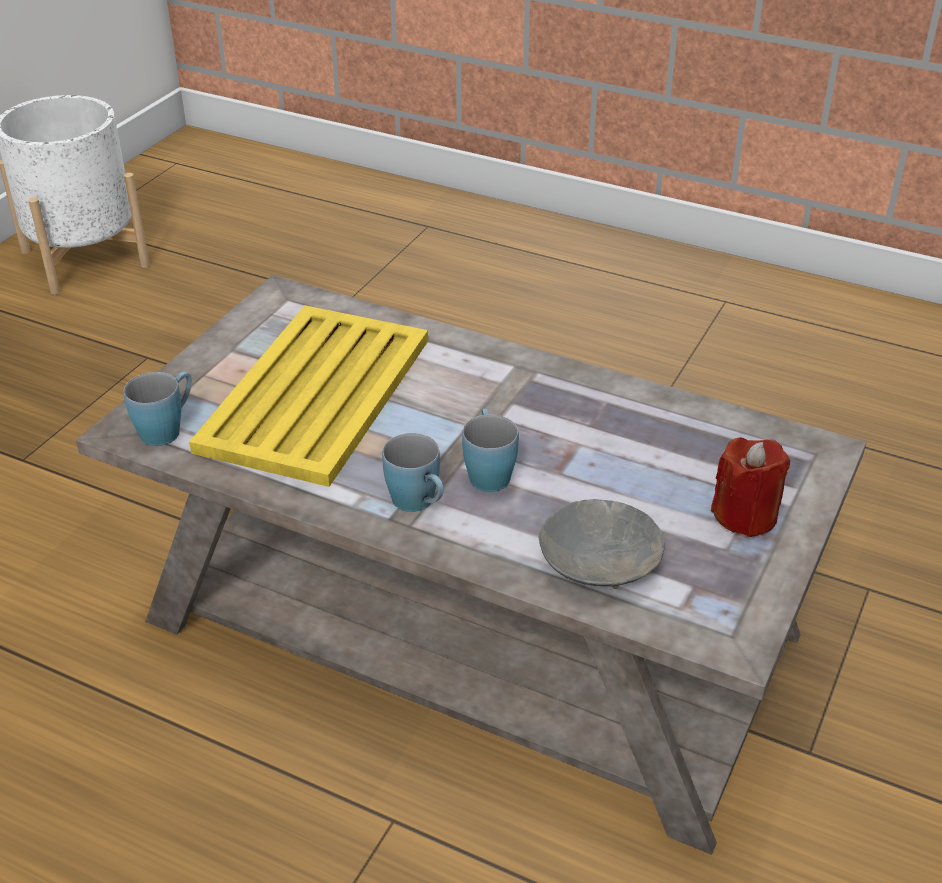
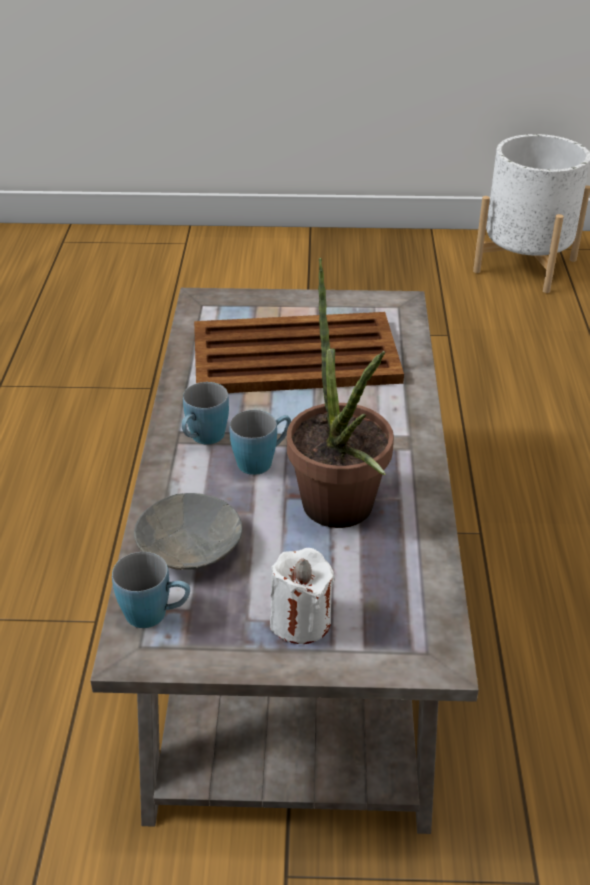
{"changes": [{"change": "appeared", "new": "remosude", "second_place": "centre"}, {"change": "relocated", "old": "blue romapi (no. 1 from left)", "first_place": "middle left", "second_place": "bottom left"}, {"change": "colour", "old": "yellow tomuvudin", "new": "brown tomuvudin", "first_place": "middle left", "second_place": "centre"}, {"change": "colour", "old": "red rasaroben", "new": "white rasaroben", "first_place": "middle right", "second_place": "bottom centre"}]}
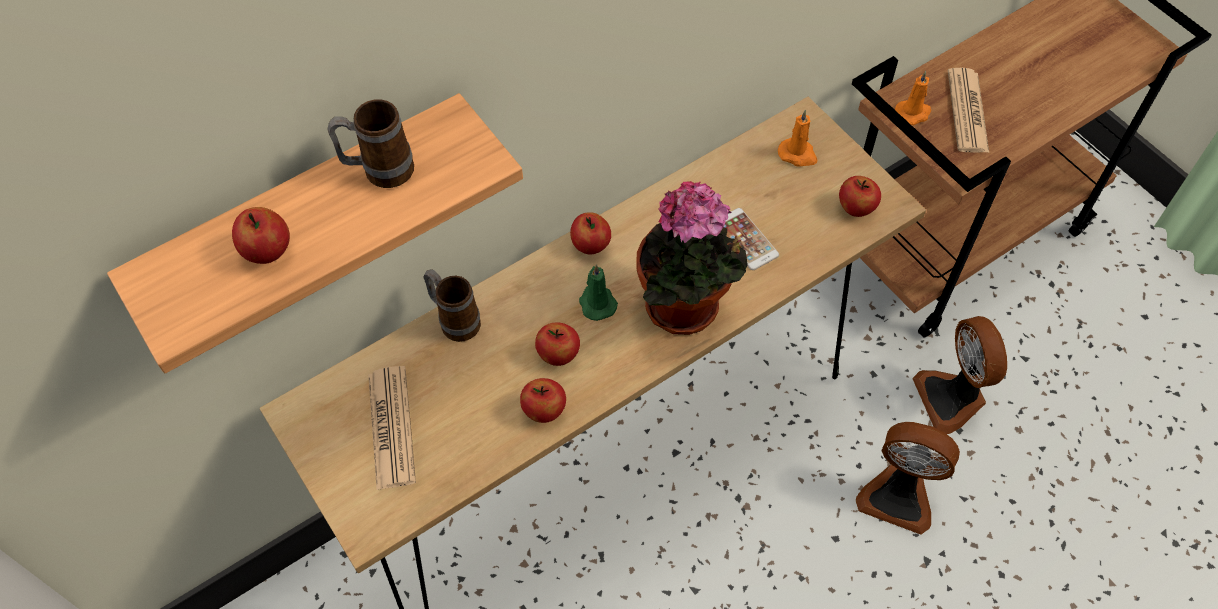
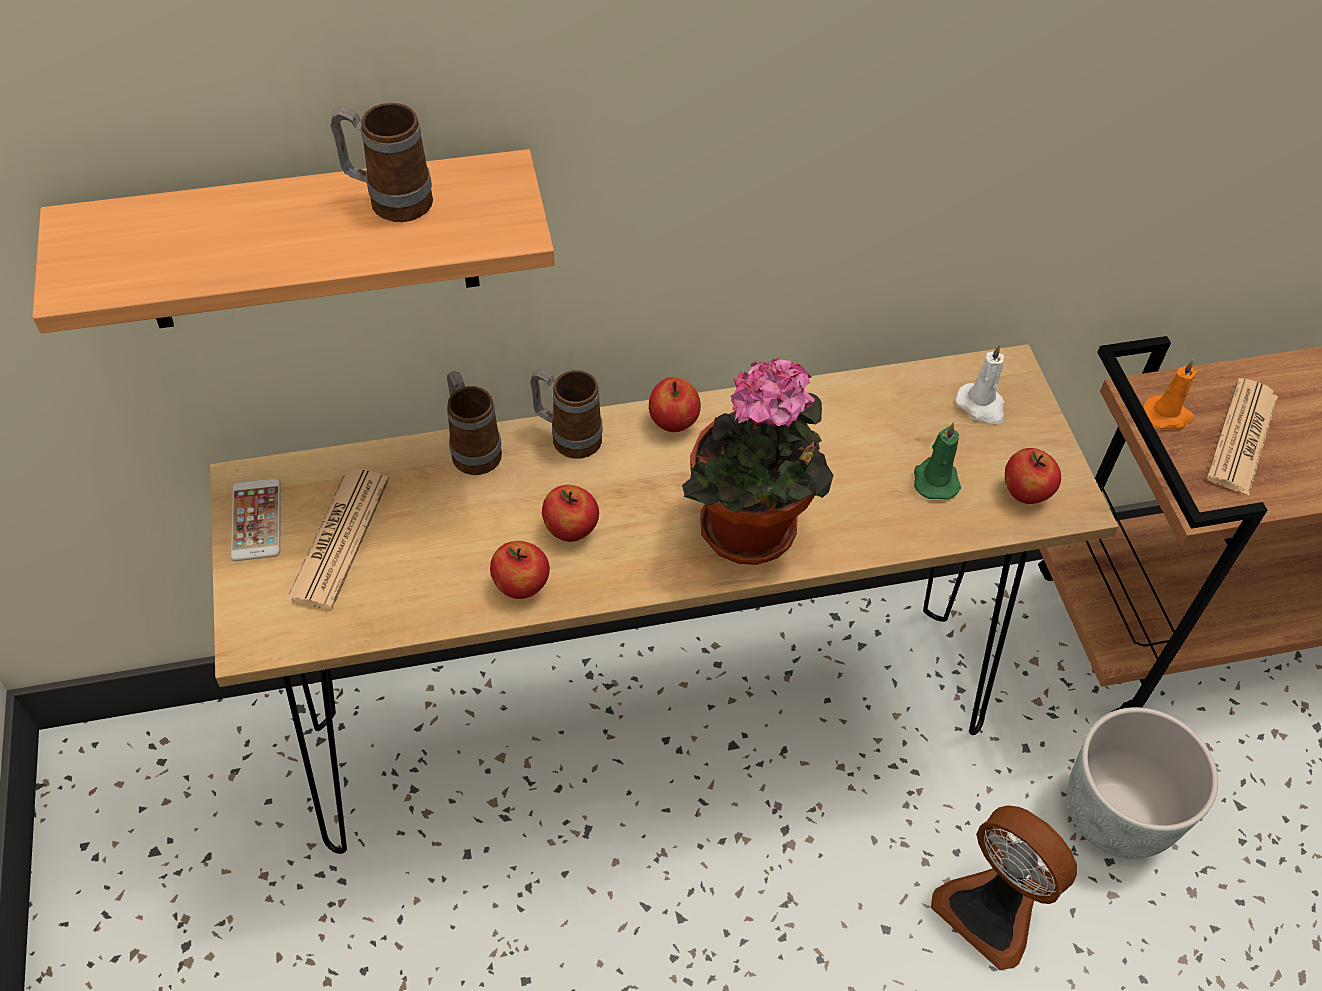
{"changes": [{"change": "missing", "old": "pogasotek (no. 1 from left)", "first_place": "middle left"}, {"change": "appeared", "new": "romapi (no. 3 from left)", "second_place": "centre"}, {"change": "relocated", "old": "green rasaroben", "first_place": "centre", "second_place": "middle right"}, {"change": "relocated", "old": "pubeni", "first_place": "centre", "second_place": "middle left"}, {"change": "exchanged", "old": "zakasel (no. 2 from left)", "new": "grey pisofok", "first_place": "middle right", "second_place": "bottom right"}, {"change": "colour", "old": "orange rasaroben (no. 1 from left)", "new": "white rasaroben", "first_place": "top centre", "second_place": "middle right"}]}
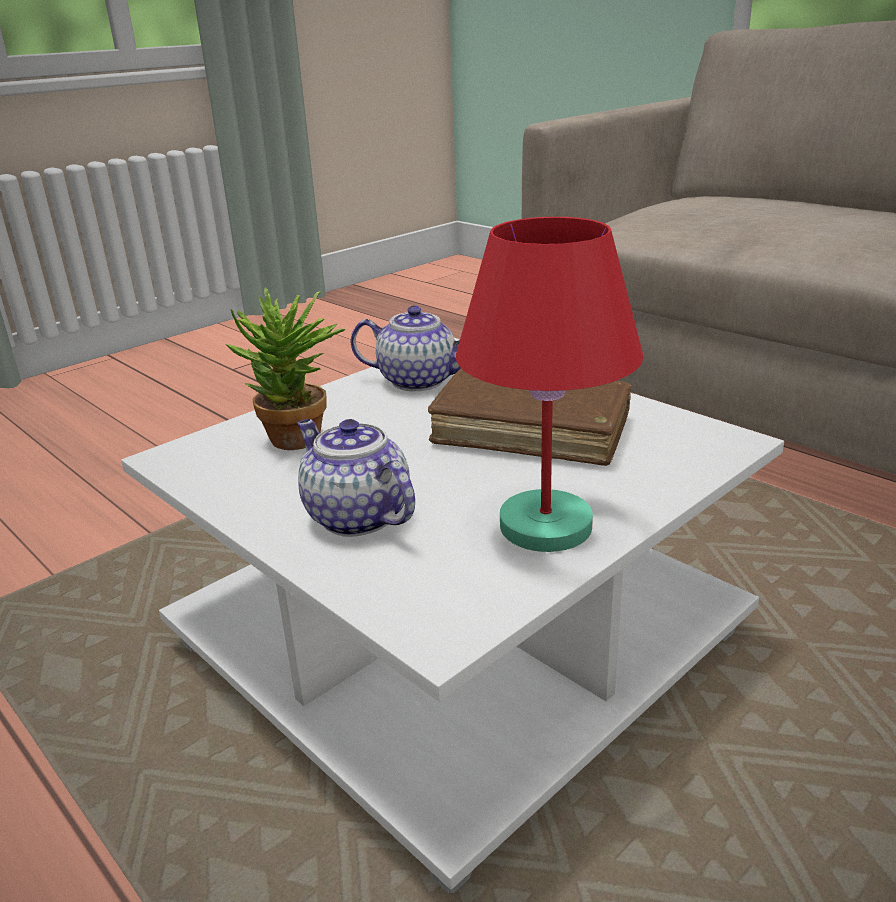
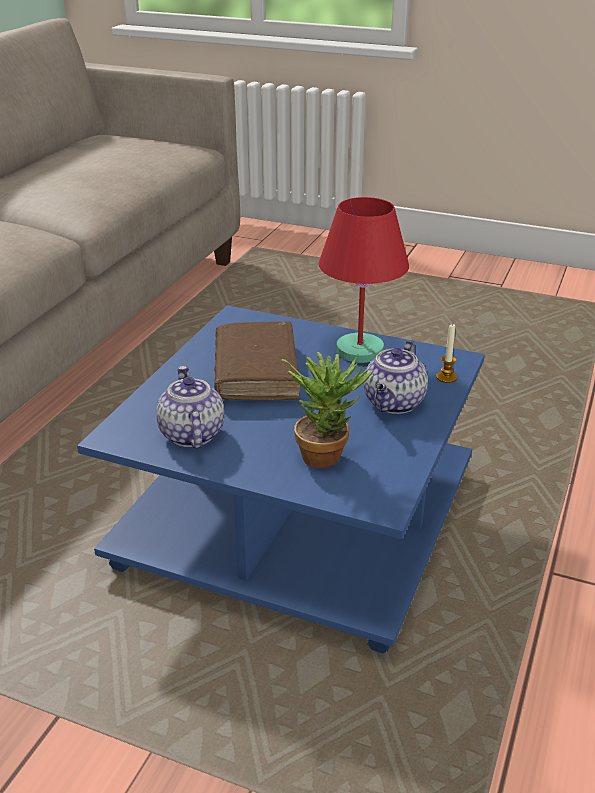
{"changes": [{"change": "appeared", "new": "rasaroben", "second_place": "middle right"}, {"change": "colour", "old": "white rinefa", "new": "blue rinefa", "first_place": "bottom centre", "second_place": "centre"}]}
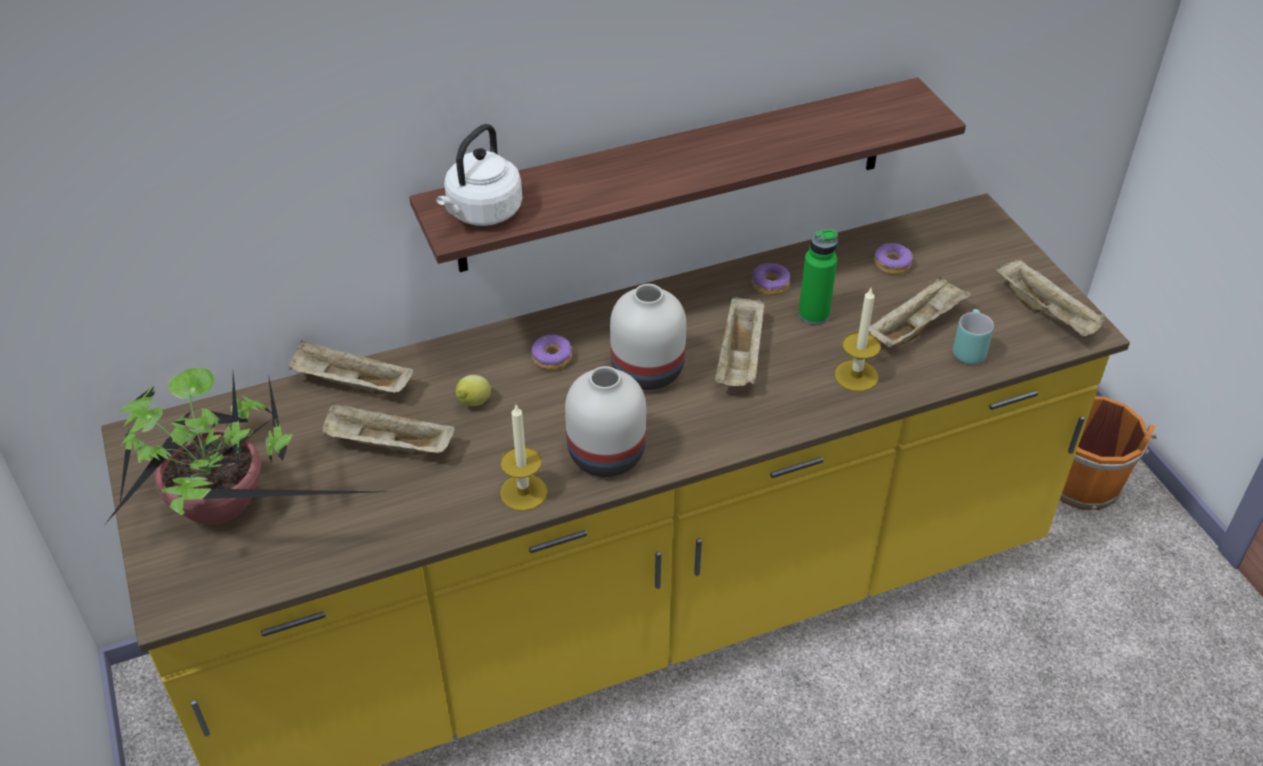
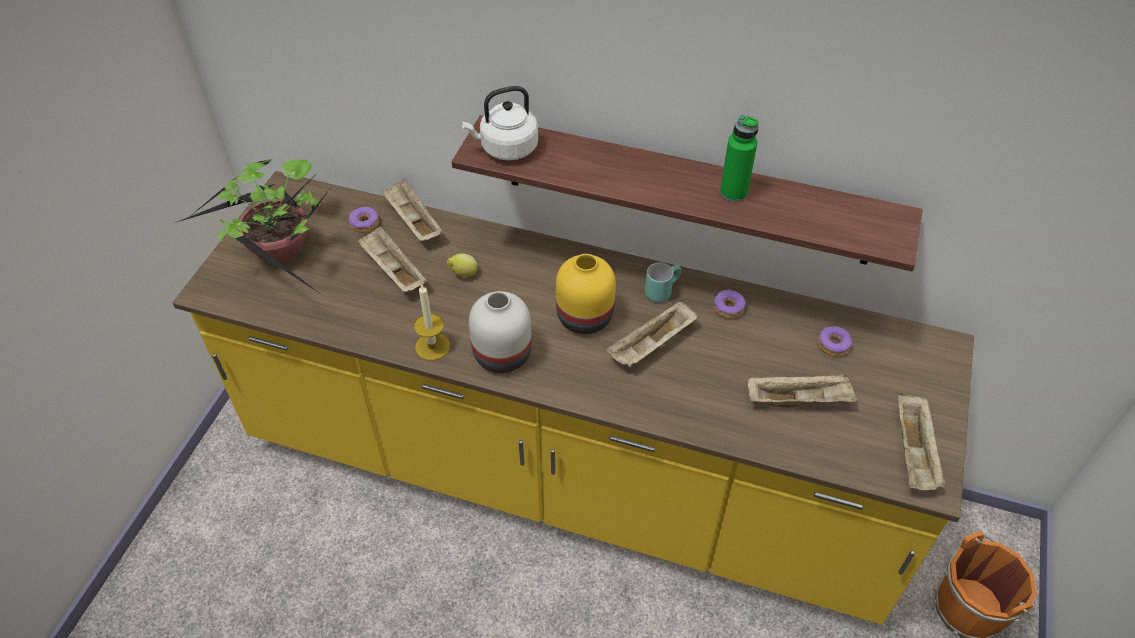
{"changes": [{"change": "missing", "old": "rasaroben (no. 2 from left)", "first_place": "middle right"}, {"change": "relocated", "old": "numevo (no. 1 from left)", "first_place": "centre", "second_place": "middle left"}, {"change": "relocated", "old": "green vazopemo", "first_place": "centre", "second_place": "top centre"}, {"change": "relocated", "old": "turquoise romapi", "first_place": "middle right", "second_place": "centre"}, {"change": "colour", "old": "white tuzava (no. 2 from left)", "new": "yellow tuzava", "first_place": "centre", "second_place": "centre"}]}
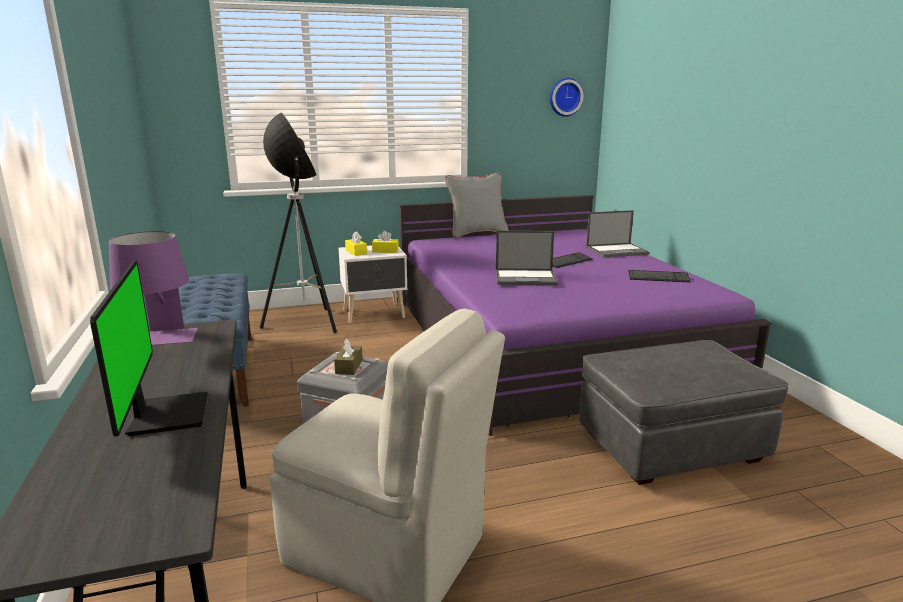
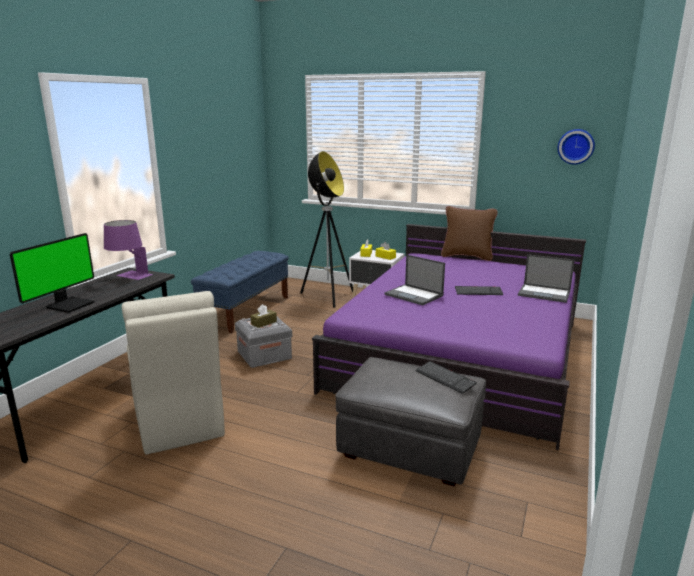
{"changes": [{"change": "relocated", "old": "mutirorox (no. 2 from left in the first image)", "new": "mutirorox (no. 1 from left)", "first_place": "middle right", "second_place": "centre"}, {"change": "colour", "old": "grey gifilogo", "new": "brown gifilogo", "first_place": "centre", "second_place": "middle right"}]}
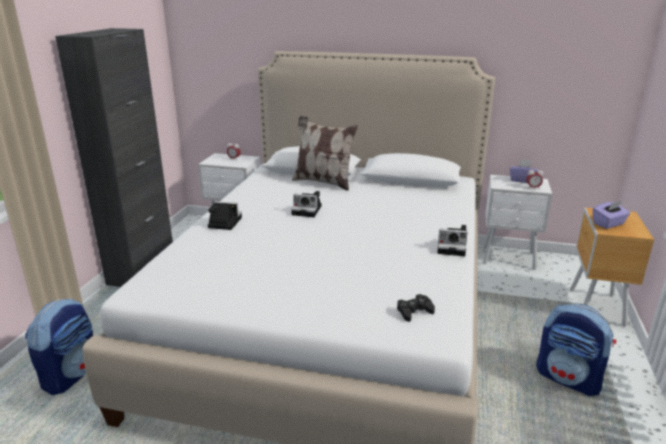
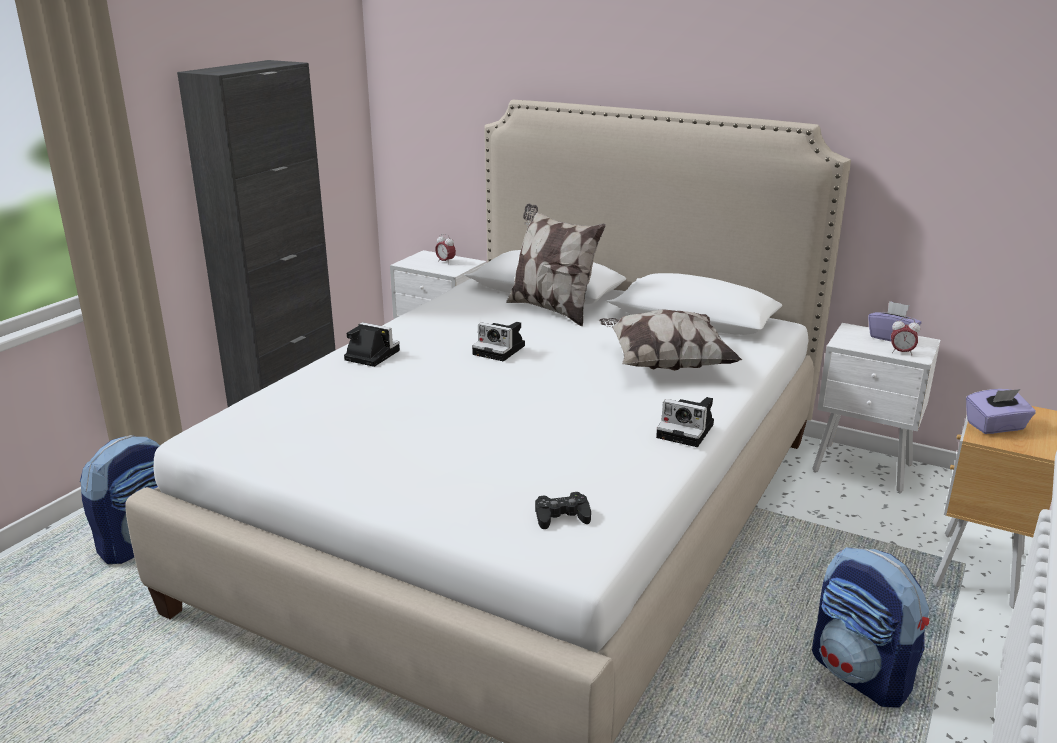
{"changes": [{"change": "appeared", "new": "gifilogo (no. 2 from left)", "second_place": "centre"}]}
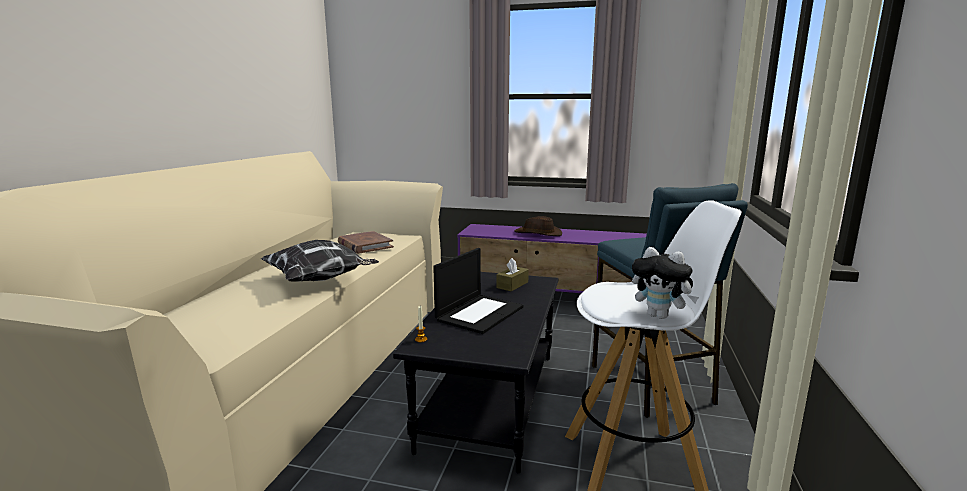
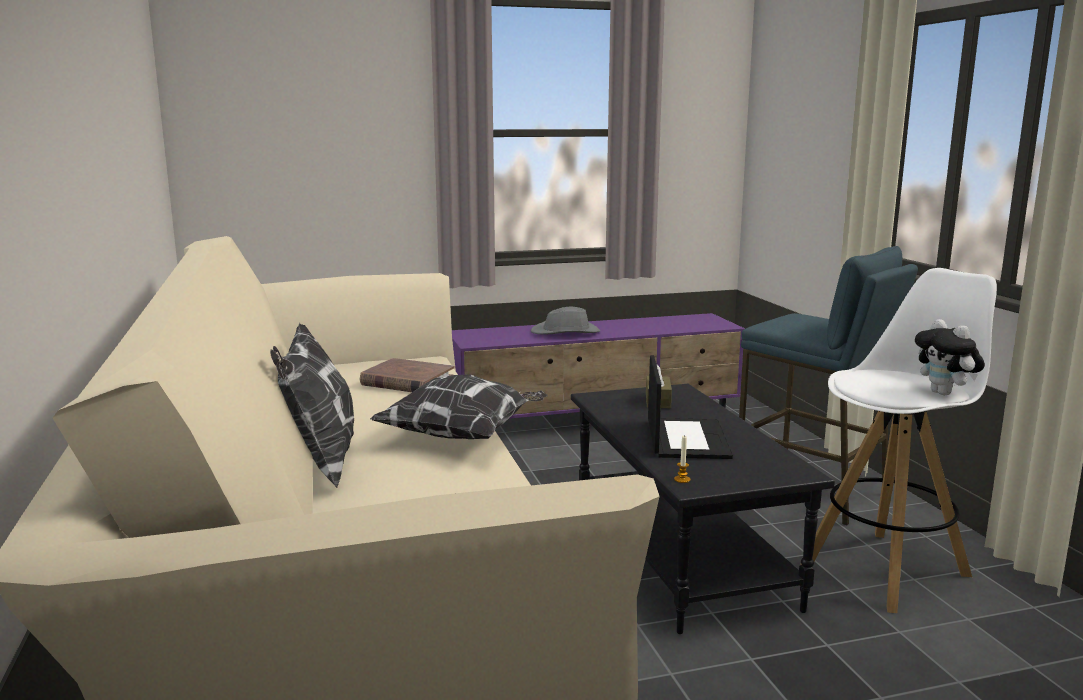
{"changes": [{"change": "appeared", "new": "gifilogo (no. 1 from left)", "second_place": "middle left"}, {"change": "colour", "old": "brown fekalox", "new": "grey fekalox", "first_place": "centre", "second_place": "centre"}, {"change": "spun", "old": "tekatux", "first_place": "middle right", "second_place": "middle right", "degrees": 60}]}
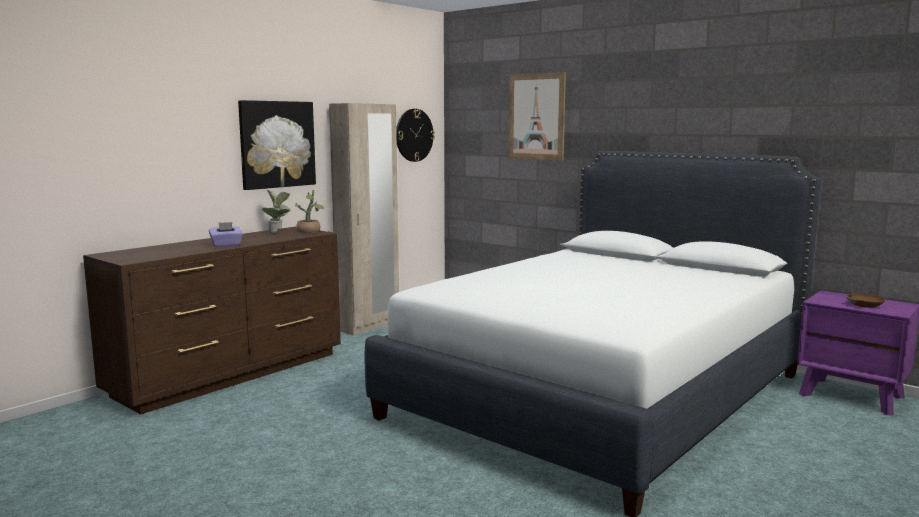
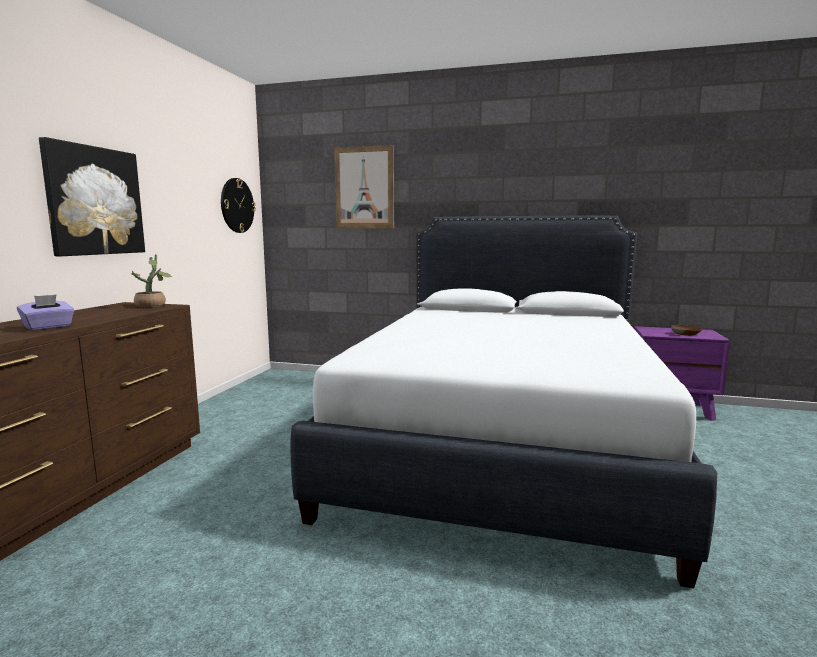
{"changes": [{"change": "missing", "old": "remosude (no. 1 from left)", "first_place": "middle left"}, {"change": "missing", "old": "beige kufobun", "first_place": "centre"}]}
